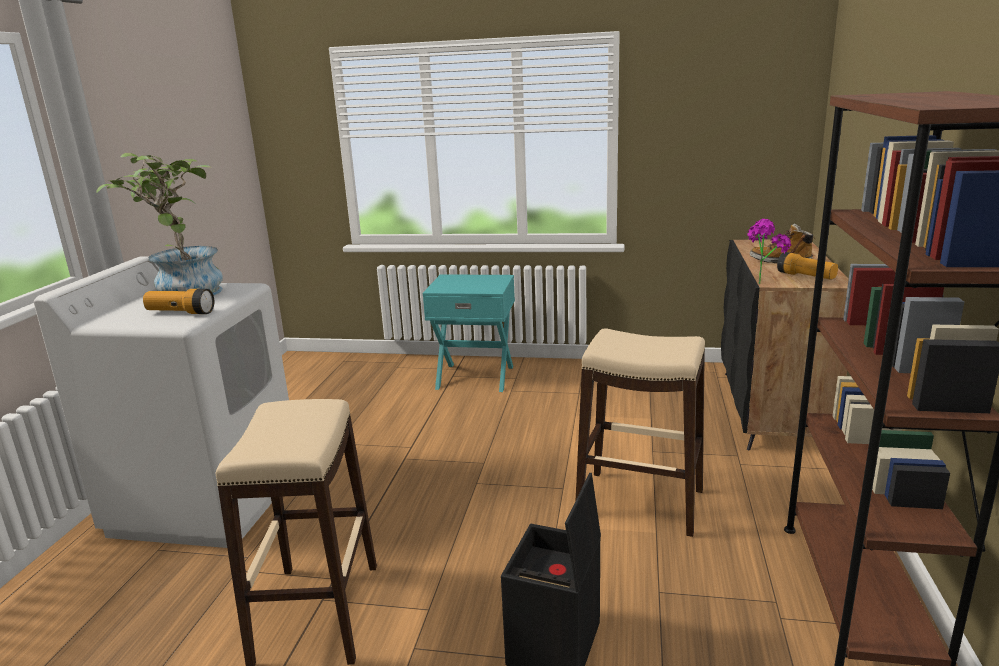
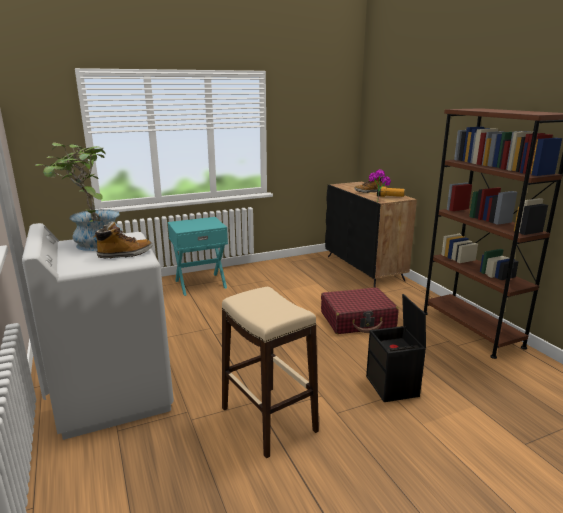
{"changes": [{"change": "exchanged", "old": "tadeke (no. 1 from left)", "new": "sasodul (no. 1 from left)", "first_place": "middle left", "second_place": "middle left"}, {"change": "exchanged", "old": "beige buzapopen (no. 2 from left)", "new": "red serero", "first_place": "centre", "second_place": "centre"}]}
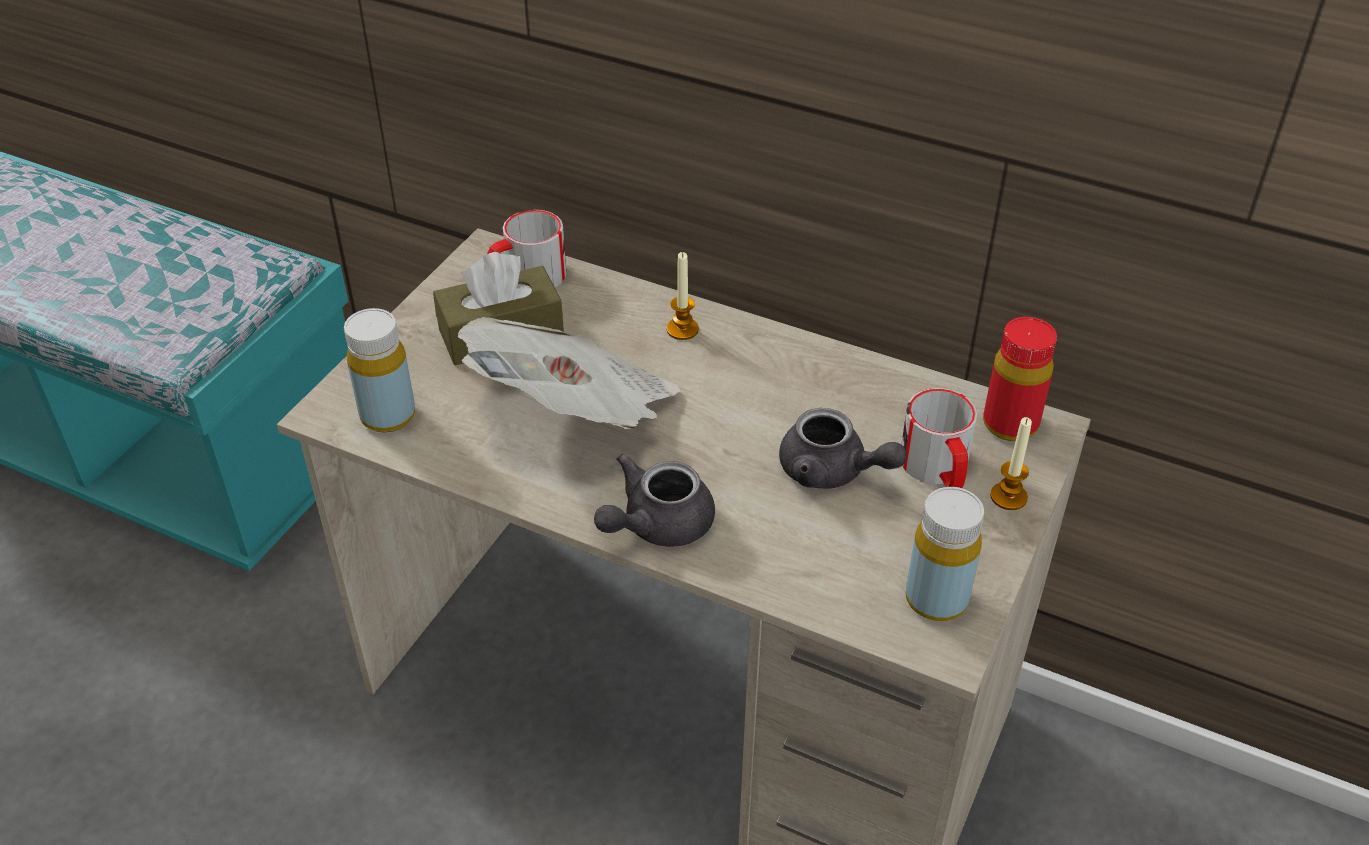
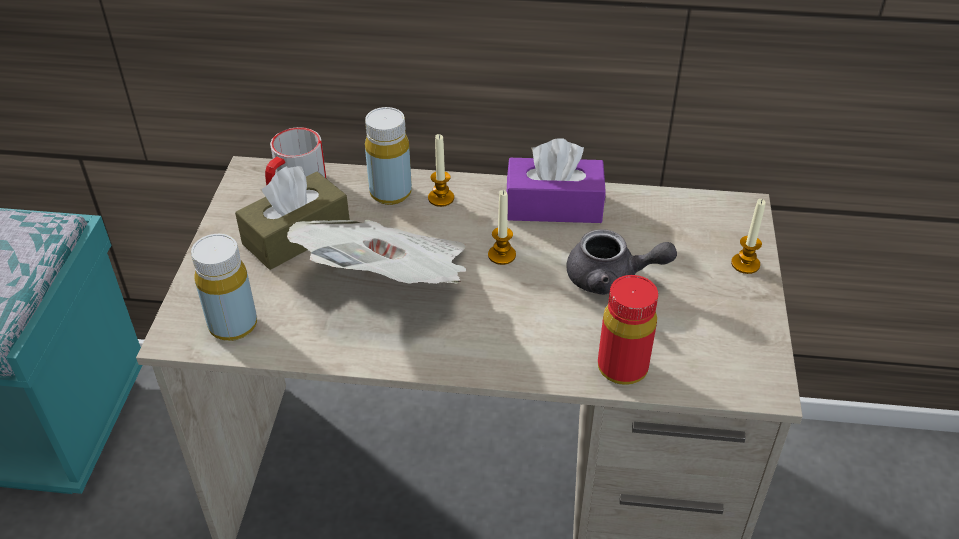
{"changes": [{"change": "missing", "old": "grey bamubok (no. 1 from left)", "first_place": "centre"}, {"change": "missing", "old": "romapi (no. 2 from left)", "first_place": "middle right"}, {"change": "appeared", "new": "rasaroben (no. 2 from left)", "second_place": "centre"}, {"change": "appeared", "new": "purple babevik", "second_place": "centre"}, {"change": "relocated", "old": "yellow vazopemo (no. 2 from left)", "first_place": "middle right", "second_place": "top centre"}, {"change": "relocated", "old": "red vazopemo", "first_place": "middle right", "second_place": "centre"}]}
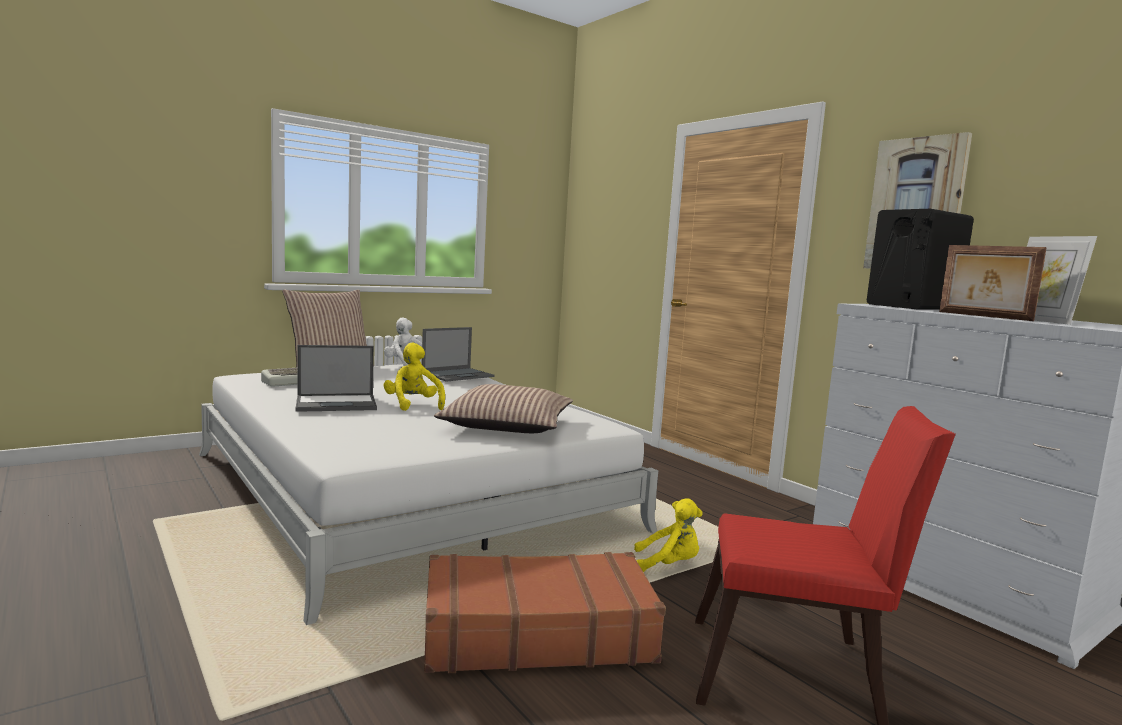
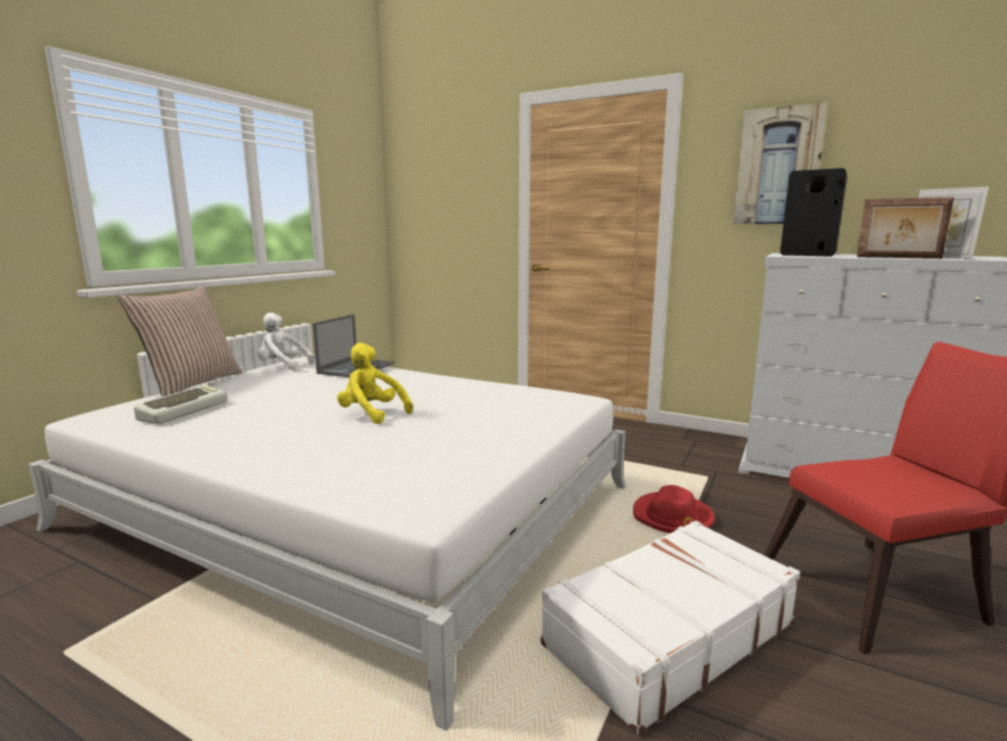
{"changes": [{"change": "missing", "old": "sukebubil (no. 1 from left)", "first_place": "middle left"}, {"change": "missing", "old": "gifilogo (no. 2 from left)", "first_place": "centre"}, {"change": "exchanged", "old": "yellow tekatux (no. 2 from left)", "new": "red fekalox", "first_place": "bottom centre", "second_place": "bottom right"}, {"change": "colour", "old": "brown serero", "new": "white serero", "first_place": "bottom centre", "second_place": "bottom centre"}]}
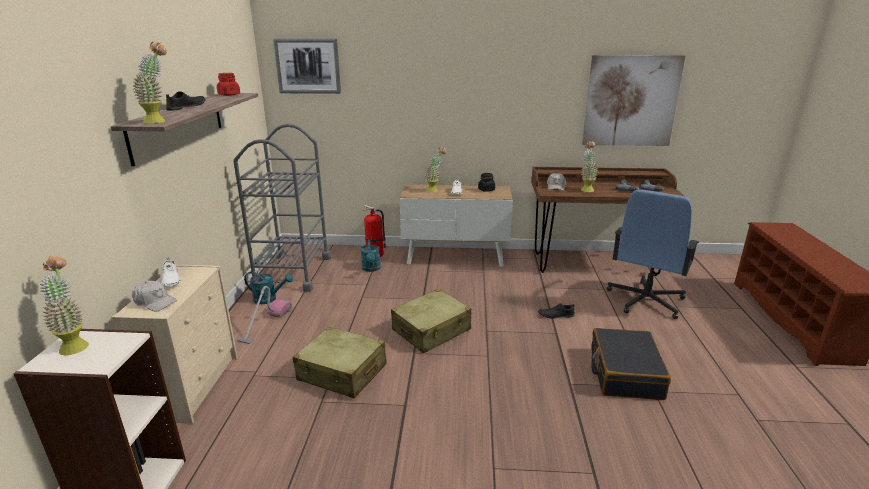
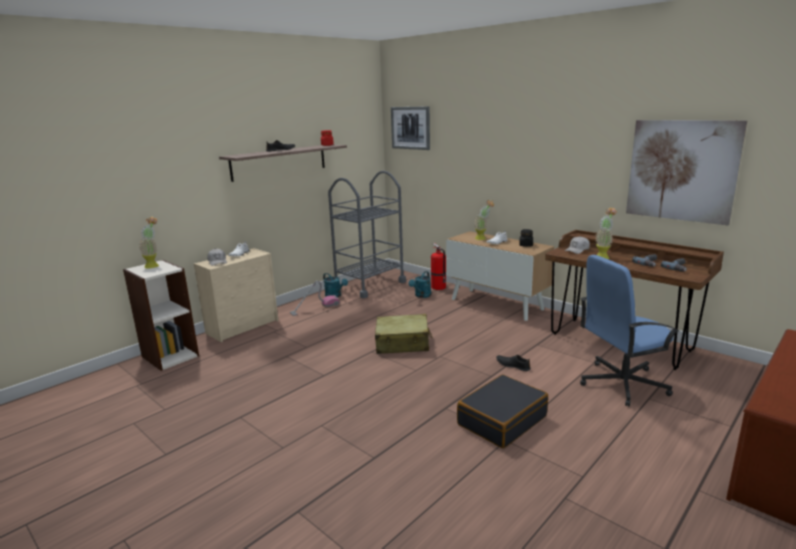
{"changes": [{"change": "missing", "old": "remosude (no. 2 from left)", "first_place": "top left"}, {"change": "missing", "old": "beige serero (no. 1 from left)", "first_place": "bottom centre"}]}
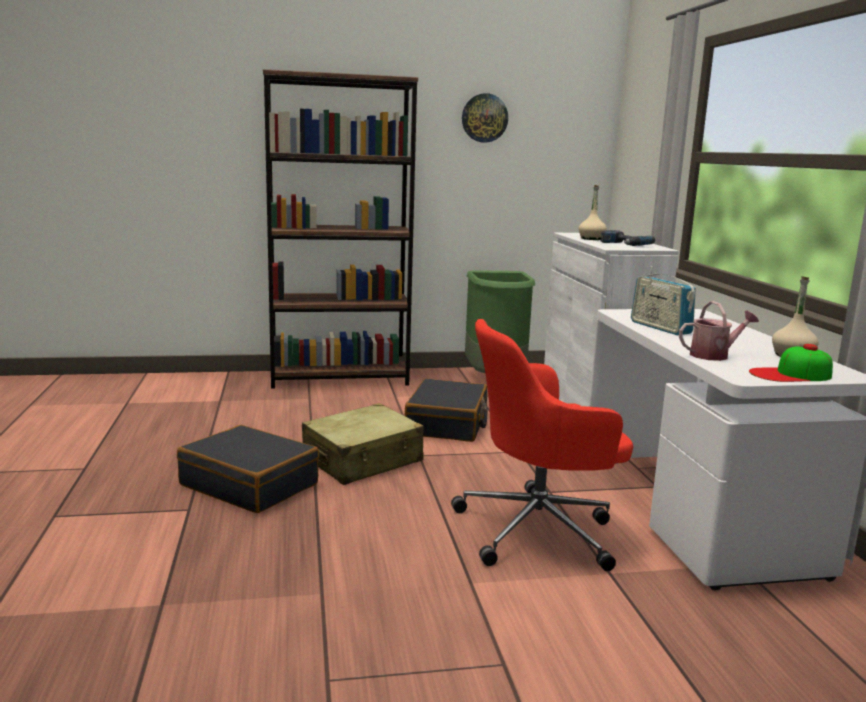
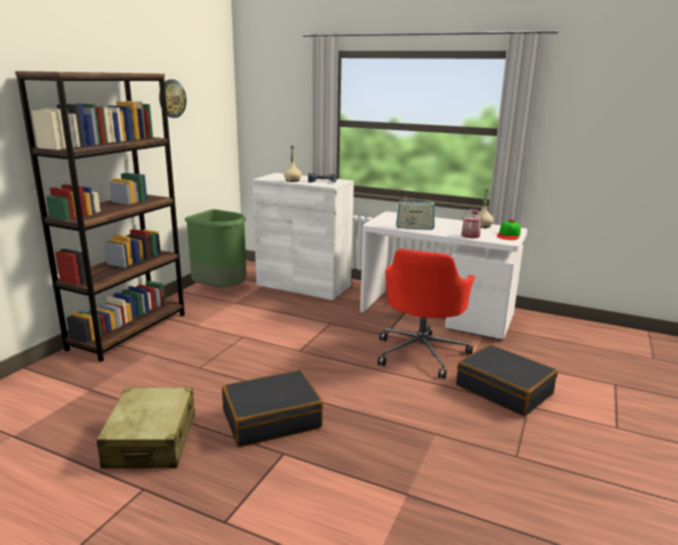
{"changes": [{"change": "relocated", "old": "beige serero", "first_place": "centre", "second_place": "bottom left"}, {"change": "relocated", "old": "black serero (no. 2 from left)", "first_place": "centre", "second_place": "bottom right"}]}
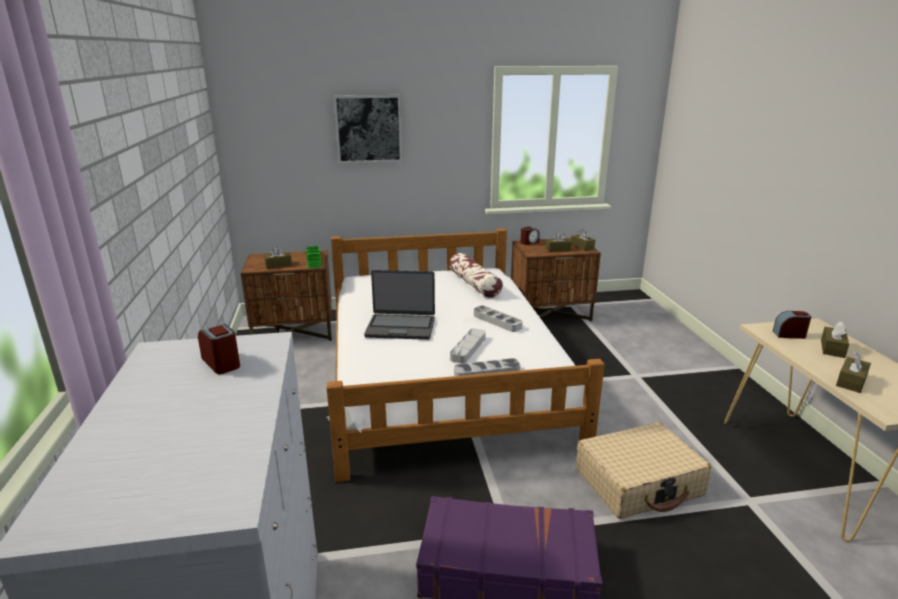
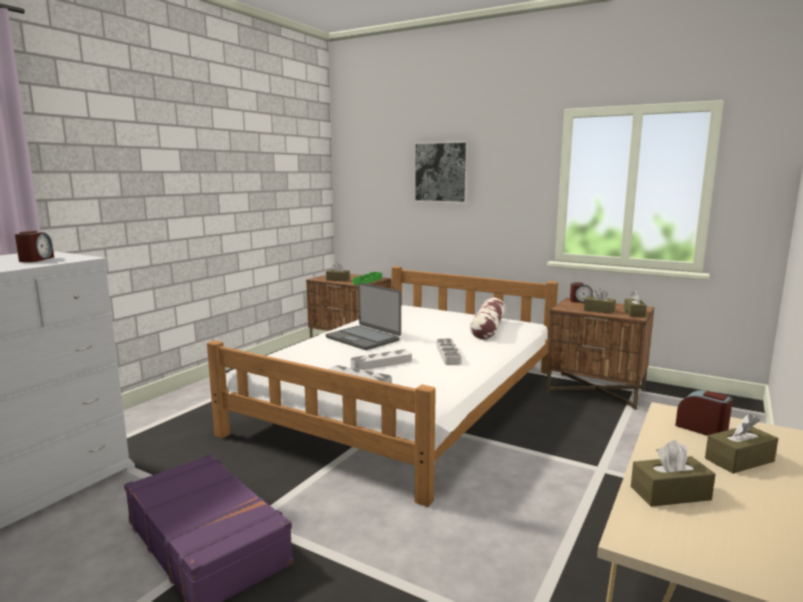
{"changes": [{"change": "missing", "old": "beige serero", "first_place": "bottom right"}]}
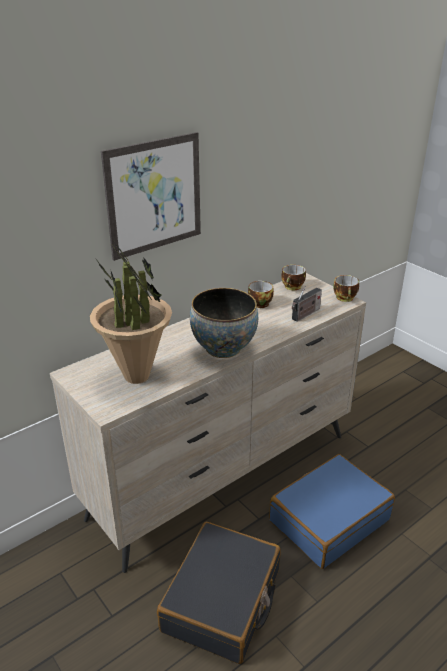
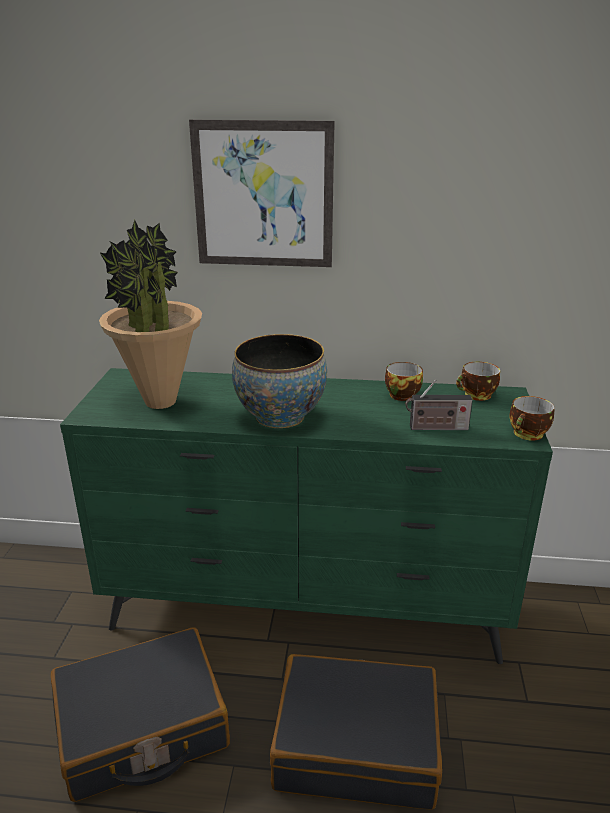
{"changes": [{"change": "colour", "old": "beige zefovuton", "new": "green zefovuton", "first_place": "centre", "second_place": "centre"}, {"change": "colour", "old": "blue serero", "new": "black serero (no. 2 from left)", "first_place": "bottom right", "second_place": "bottom centre"}]}
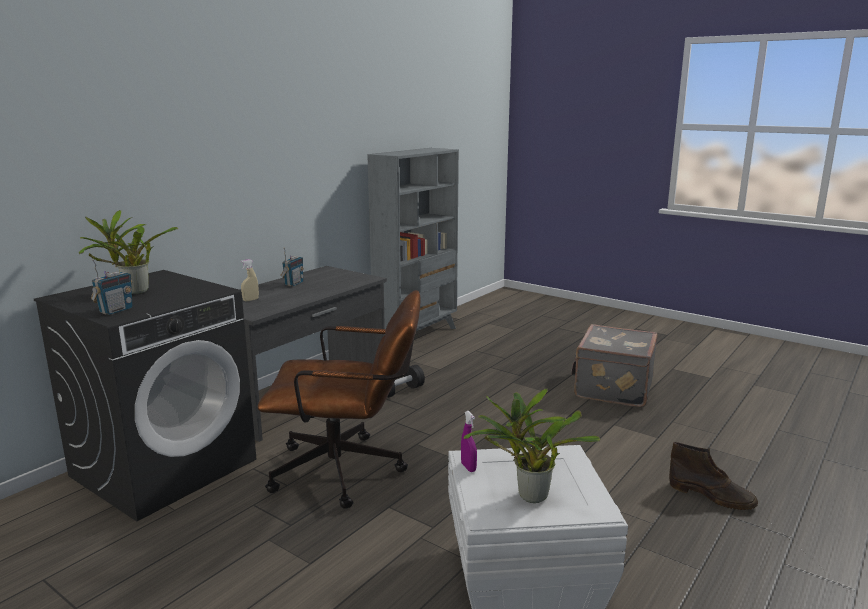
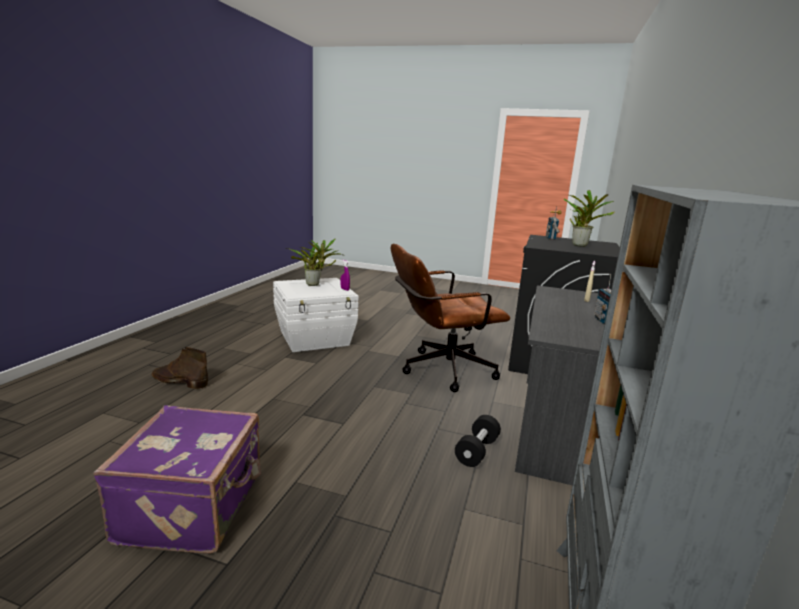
{"changes": [{"change": "colour", "old": "grey serero", "new": "purple serero", "first_place": "middle right", "second_place": "bottom left"}]}
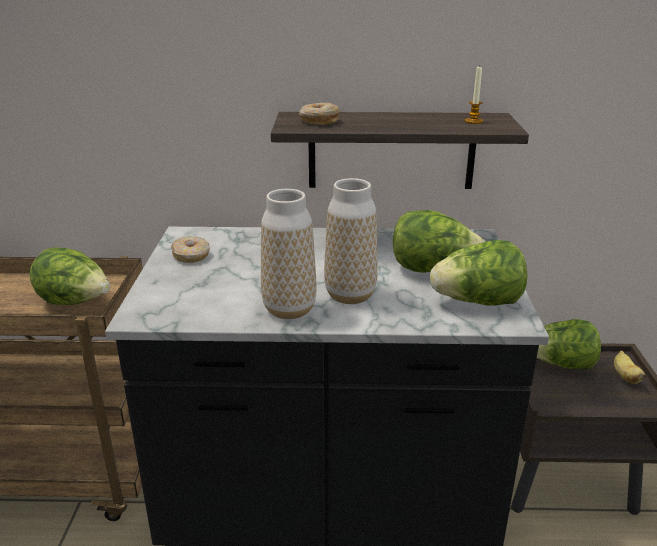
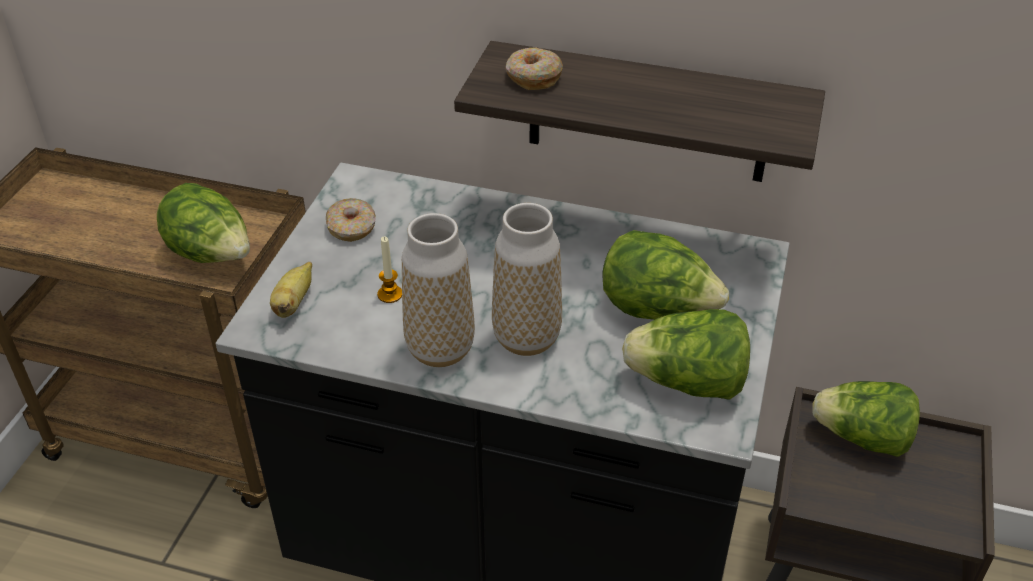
{"changes": [{"change": "relocated", "old": "rasaroben", "first_place": "top right", "second_place": "centre"}, {"change": "relocated", "old": "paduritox", "first_place": "bottom right", "second_place": "middle left"}]}
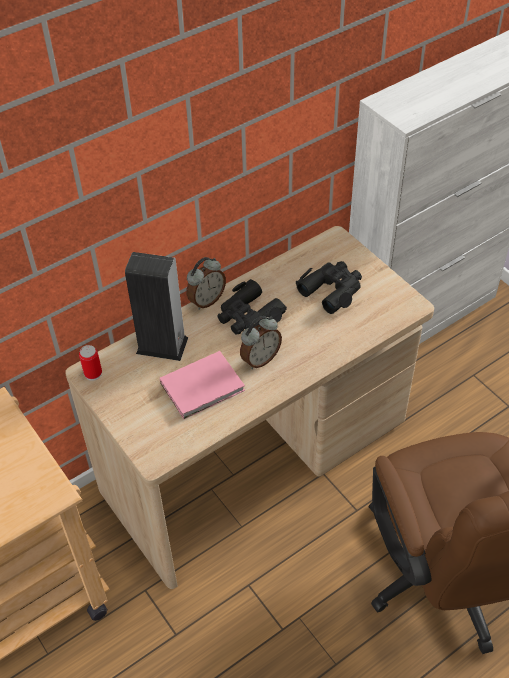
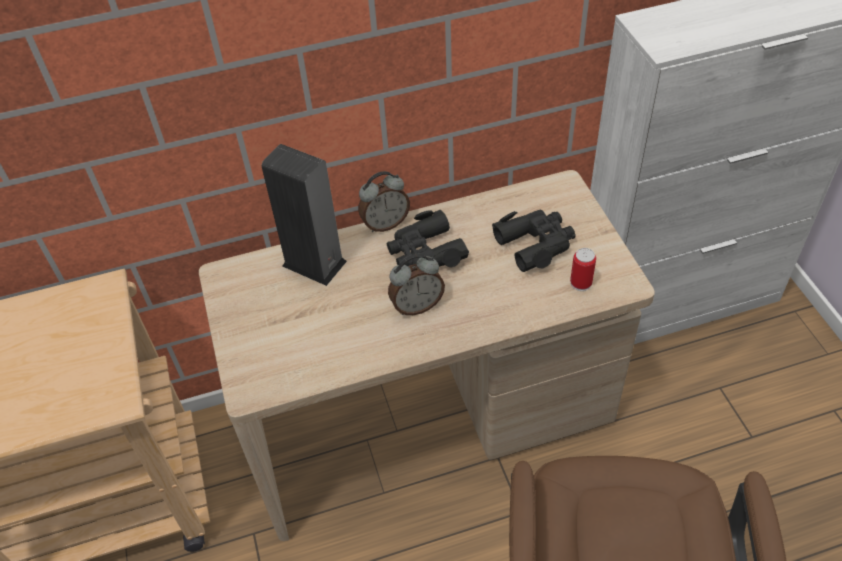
{"changes": [{"change": "missing", "old": "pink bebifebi", "first_place": "centre"}, {"change": "relocated", "old": "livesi", "first_place": "middle left", "second_place": "middle right"}]}
